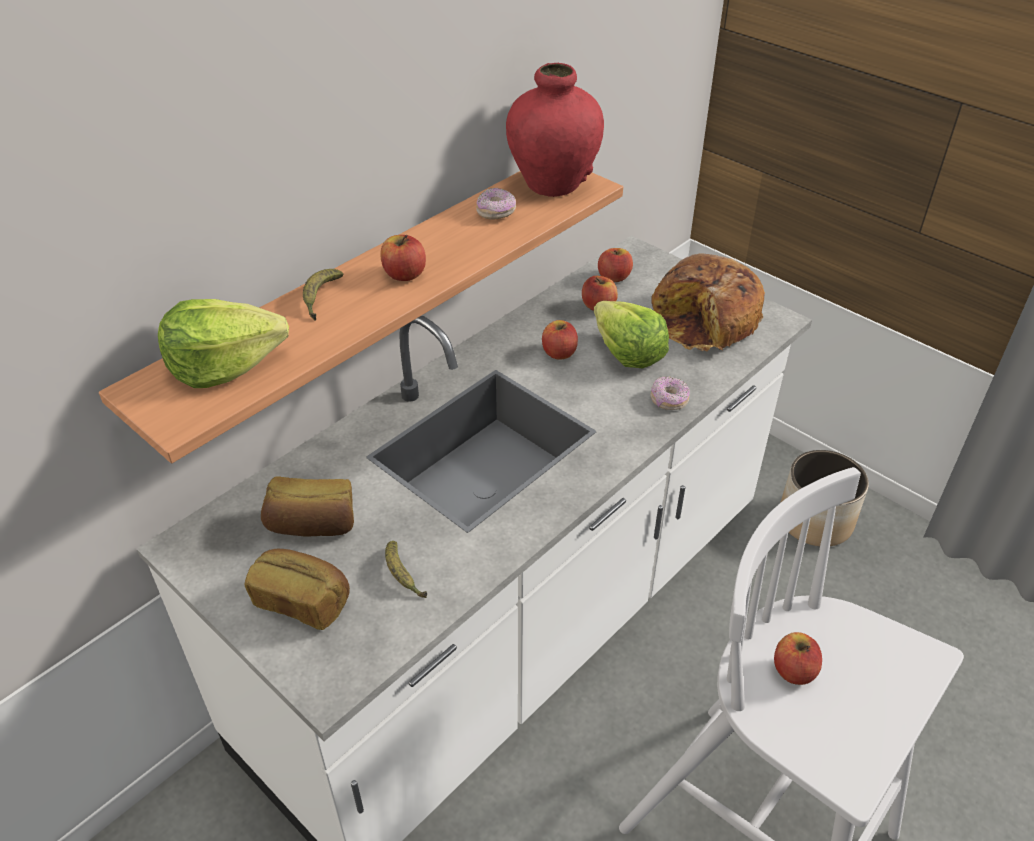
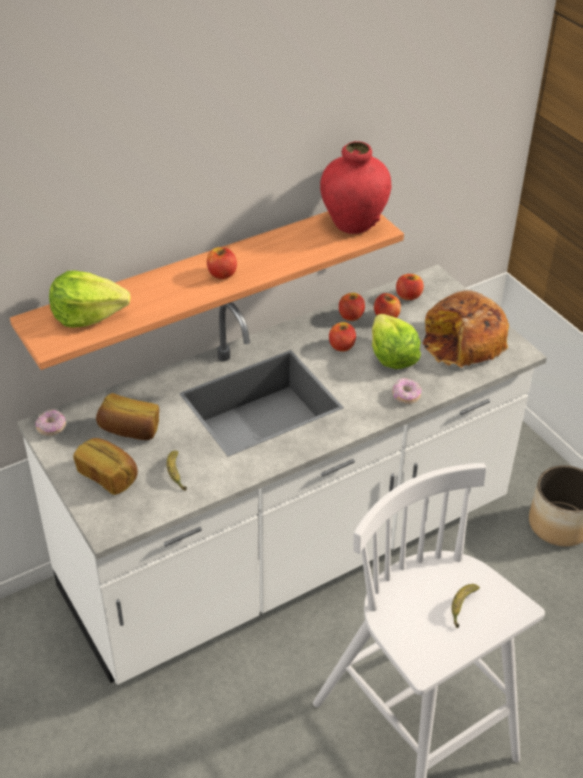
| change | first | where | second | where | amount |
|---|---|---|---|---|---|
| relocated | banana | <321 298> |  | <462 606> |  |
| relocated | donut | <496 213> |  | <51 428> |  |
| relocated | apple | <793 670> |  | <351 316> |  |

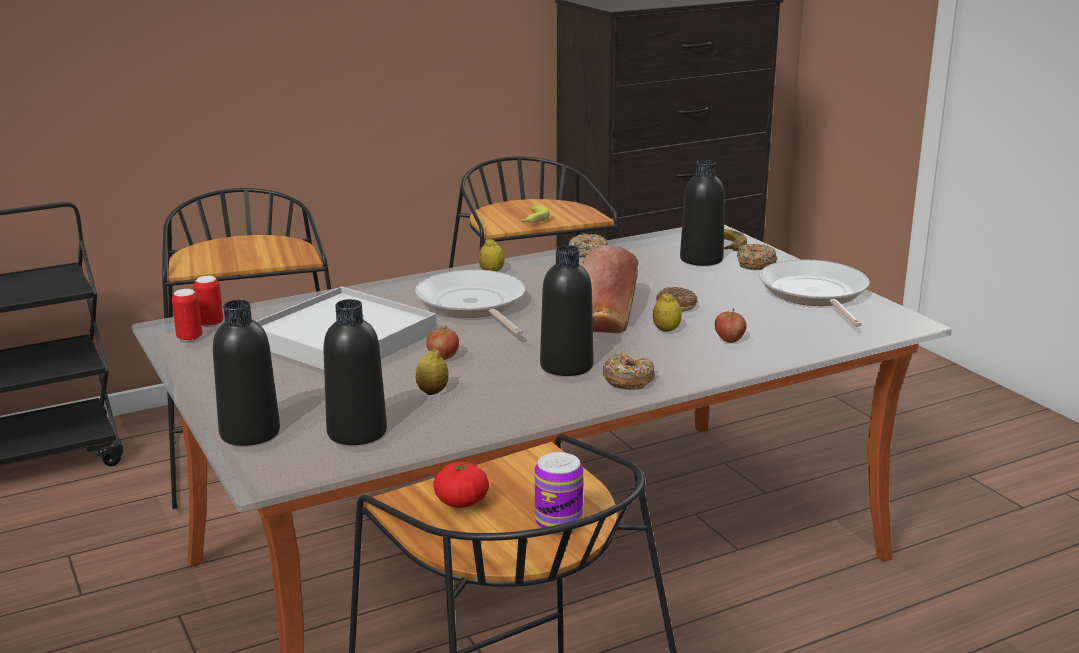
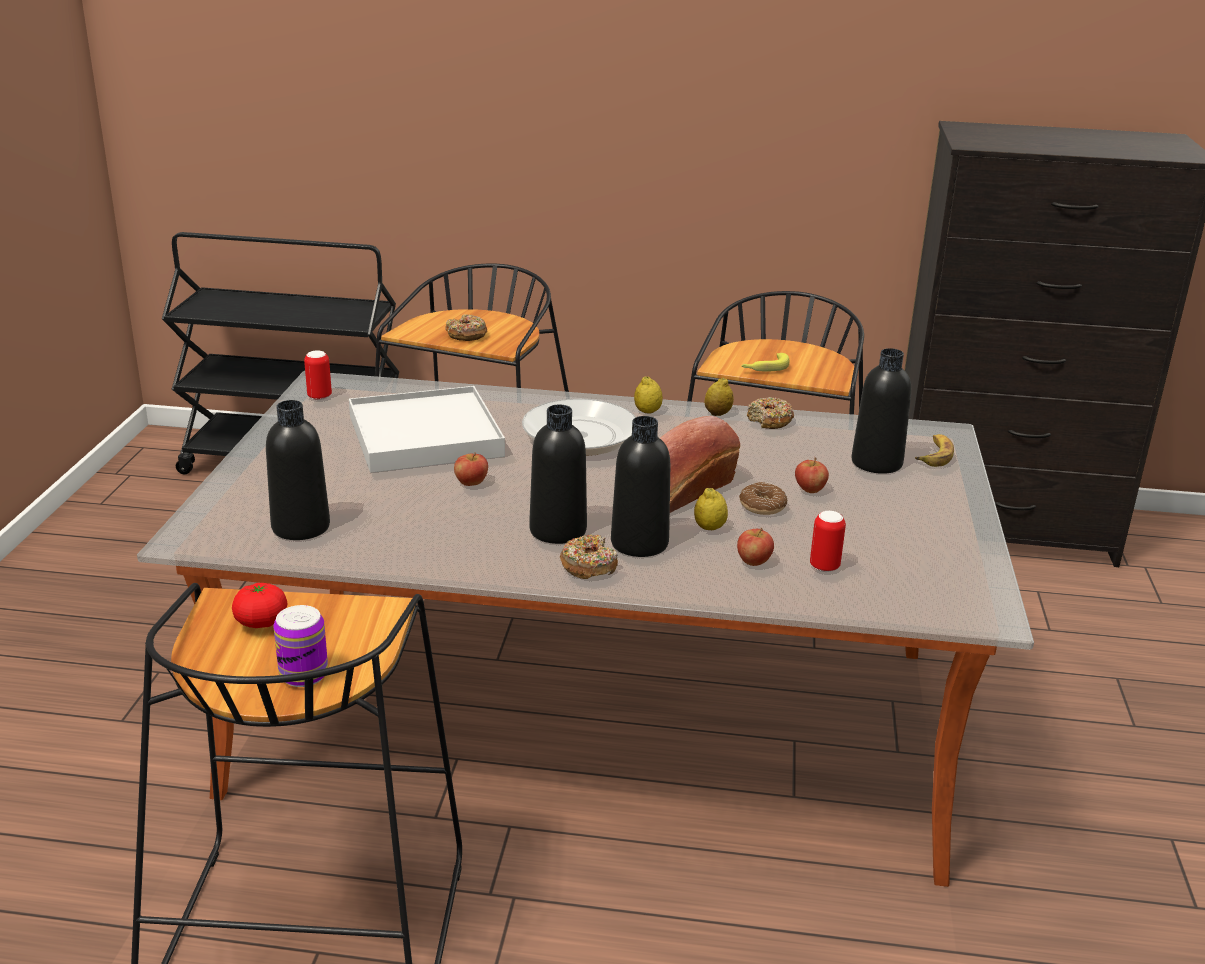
| change | first | where | second | where | amount |
|---|---|---|---|---|---|
| missing | frying pan | <815 294> |  |  |  |
| appeared |  |  | apple | <809 490> |  |
| relocated | can | <210 324> |  | <824 567> |  |
| relocated | black bottle | <250 433> |  | <639 543> |  |
| relocated | lemon | <432 392> |  | <717 414> |  |
| relocated | donut | <755 264> |  | <466 335> |  |

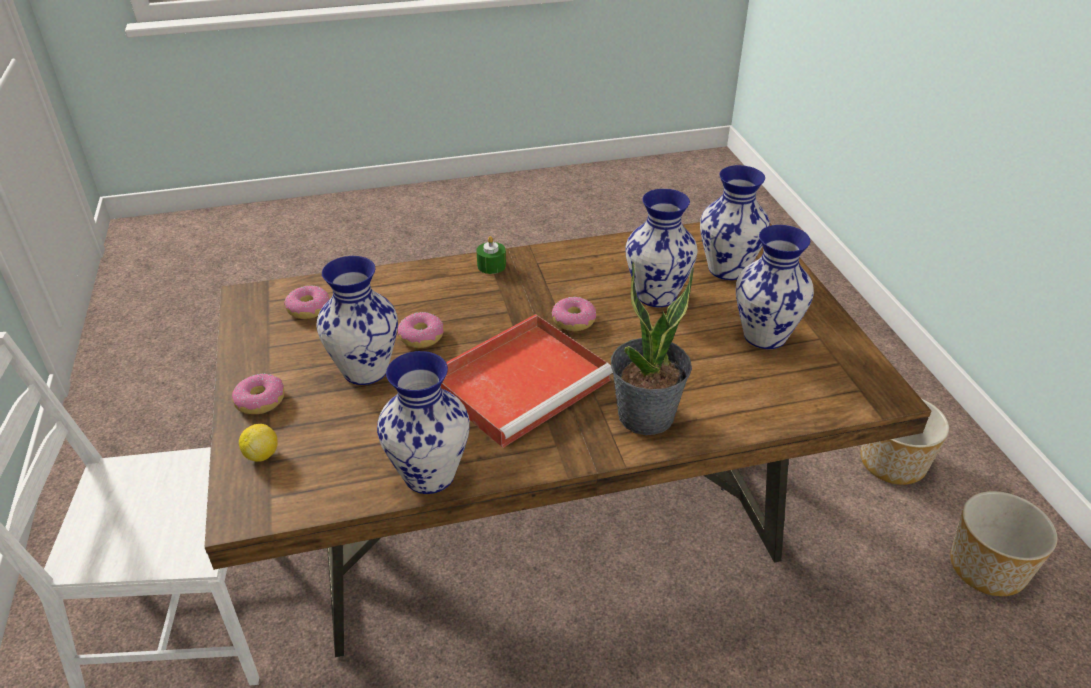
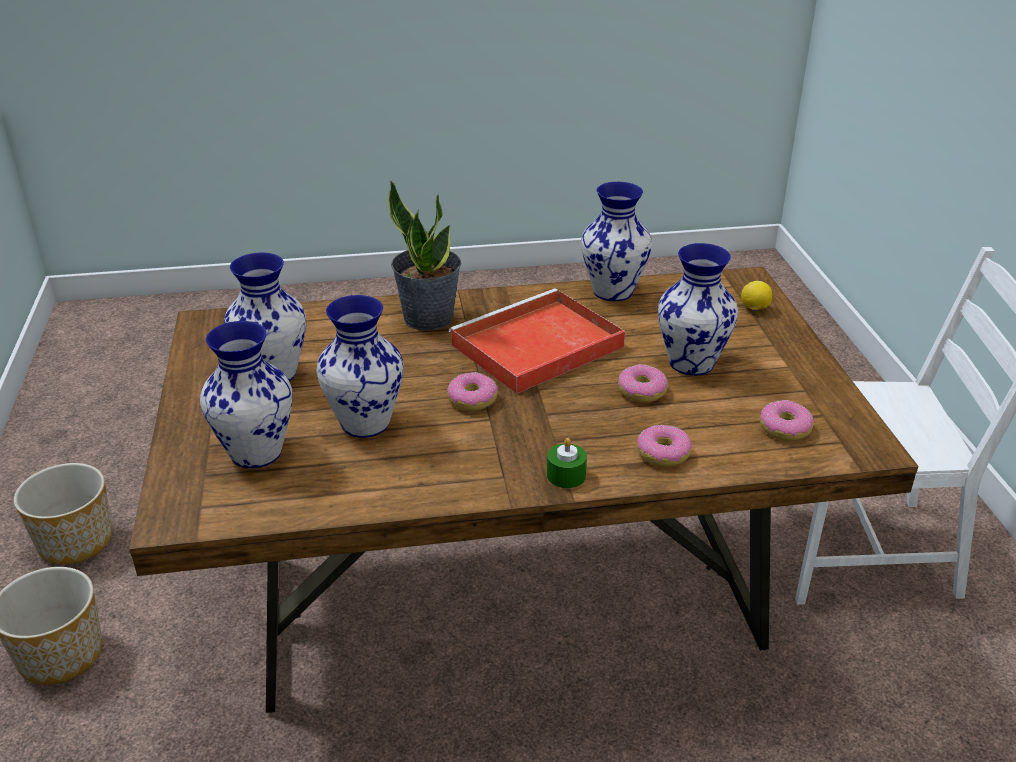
| change | first | where | second | where | amount |
|---|---|---|---|---|---|
| relocated | donut | <260 400> |  | <663 454> |  |

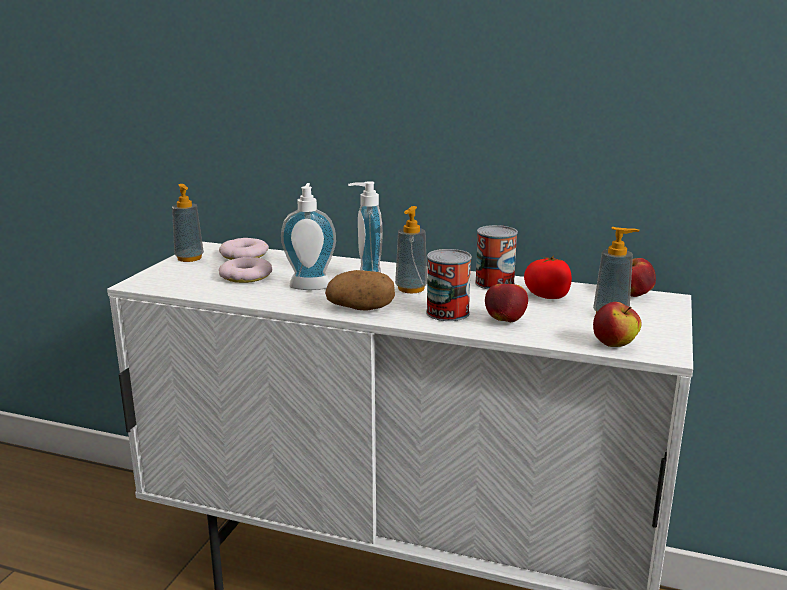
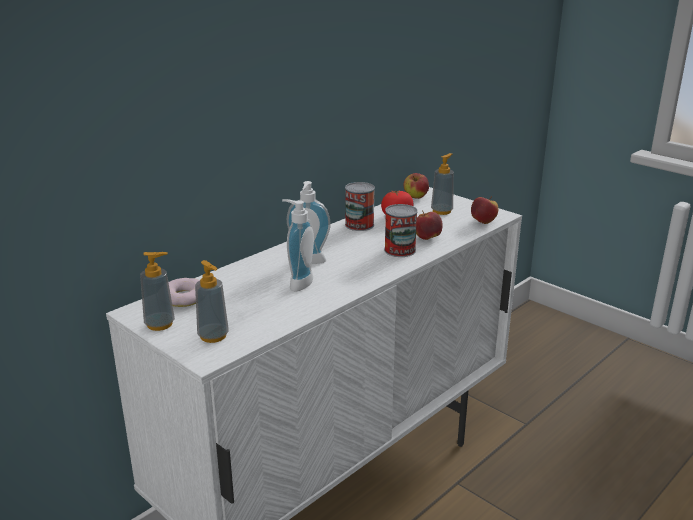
| change | first | where | second | where | amount |
|---|---|---|---|---|---|
| missing | donut | <246 276> |  |  |  |
| missing | potato | <361 308> |  |  |  |
| relocated | soap dispenser | <411 289> |  | <213 336> |  |

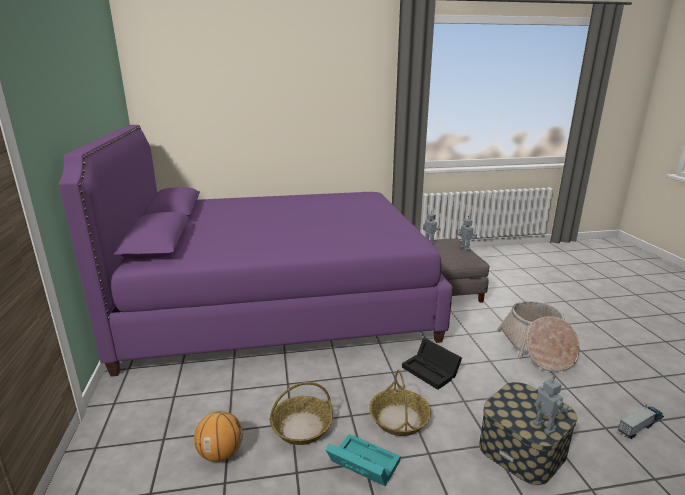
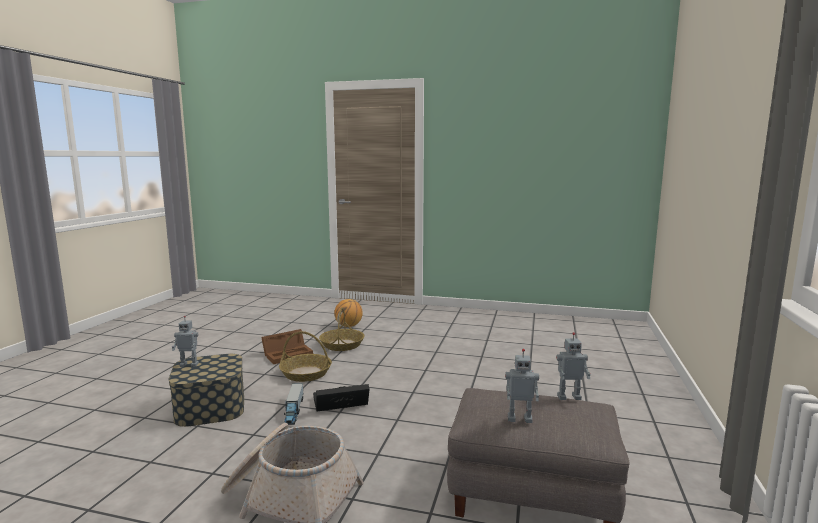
| change | first | where | second | where | amount |
|---|---|---|---|---|---|
| missing | purple bed | <279 302> |  |  |  |
| relocated | toy truck | <640 426> |  | <294 411> |  |
| colour | turquoise storage box | <361 465> | brown storage box | <288 354> |  |

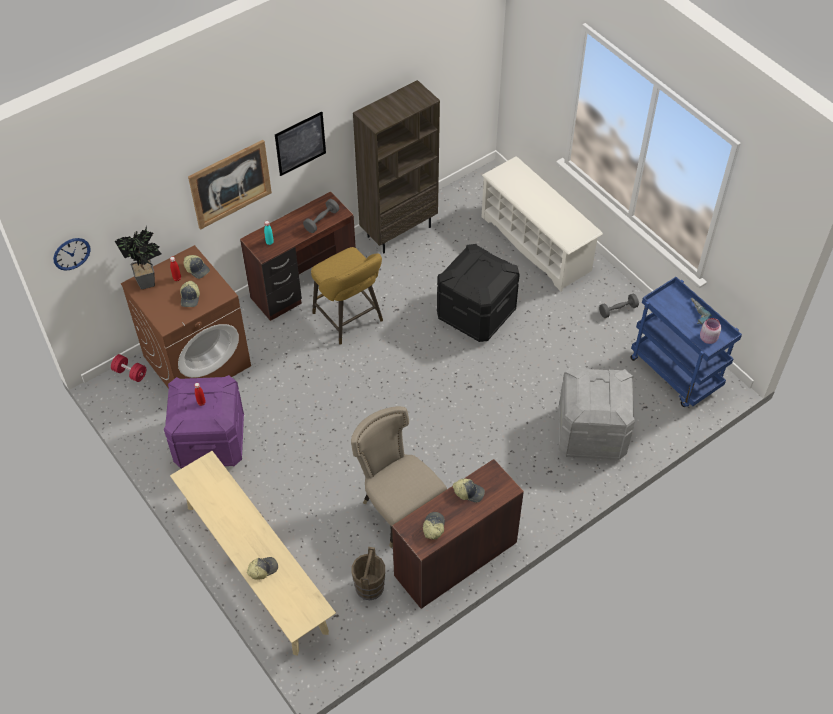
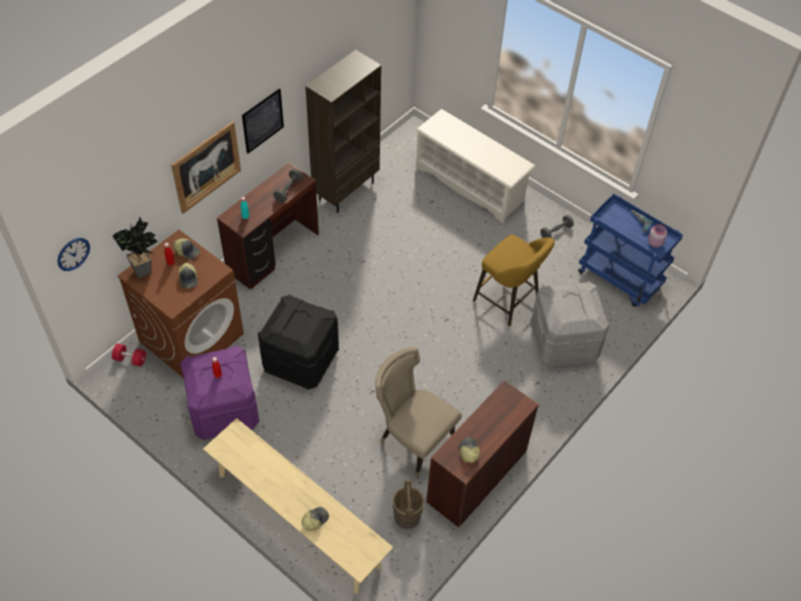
| change | first | where | second | where | amount |
|---|---|---|---|---|---|
| missing | cap | <469 492> |  |  |  |
| relocated | yellow stool | <350 319> |  | <509 301> |  |
| relocated | black storage box | <476 314> |  | <301 360> |  |

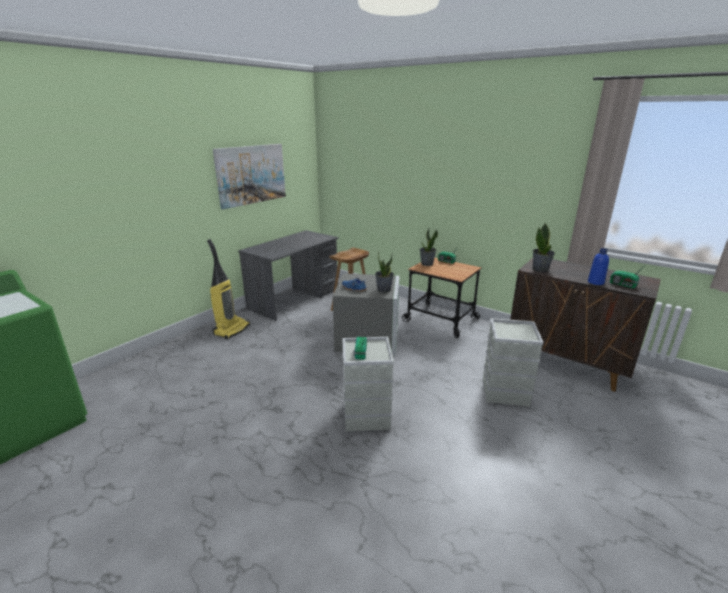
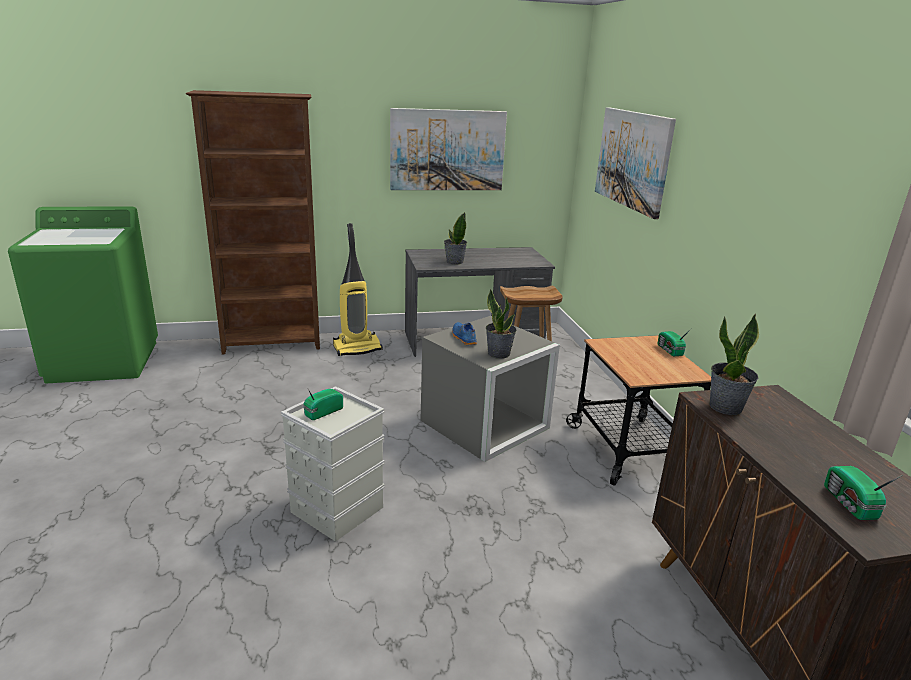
| change | first | where | second | where | amount |
|---|---|---|---|---|---|
| missing | grey storage box | <505 392> |  |  |  |
| missing | blue bottle | <595 282> |  |  |  |
| appeared |  |  | brown bookcase | <273 344> |  |
| appeared |  |  | picture | <632 159> |  |
| relocated | potted plant | <427 264> |  | <454 262> |  |

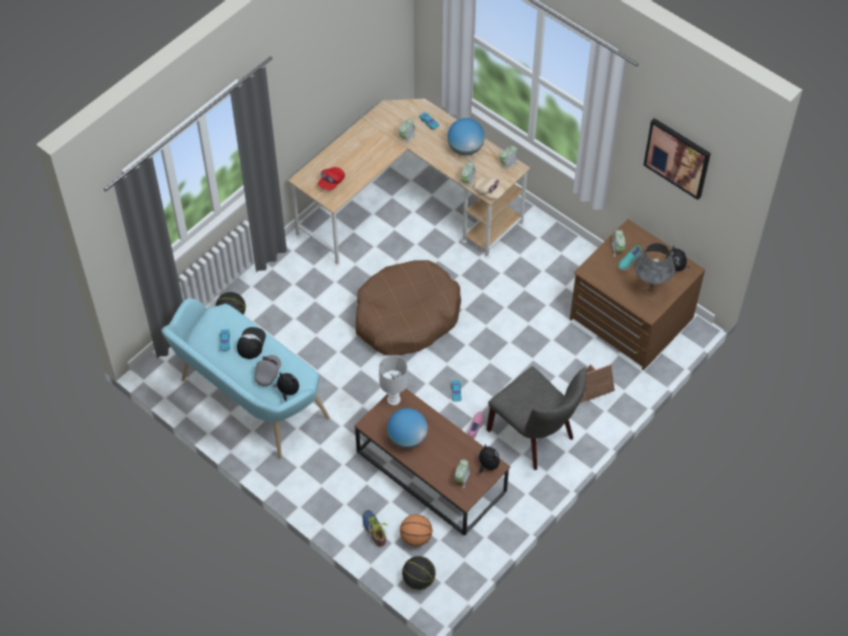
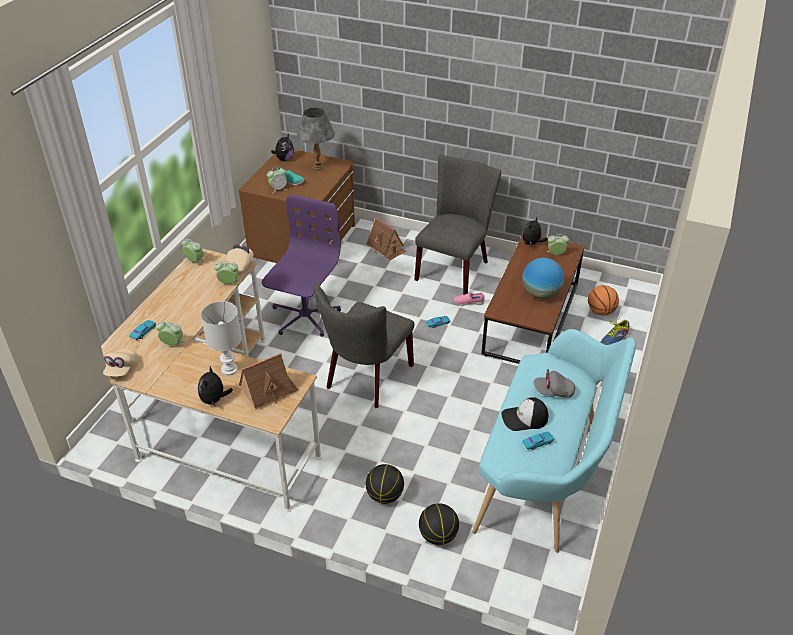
| change | first | where | second | where | amount |
|---|---|---|---|---|---|
| missing | globe | <465 148> |  |  |  |
| missing | picture | <677 157> |  |  |  |
| appeared |  |  | beige cap | <121 369> |  |
| appeared |  |  | purple office chair | <304 316> |  |
| relocated | plush toy | <288 392> |  | <214 400> |  |
| relocated | white table lamp | <394 400> |  | <229 369> |  |
| relocated | basketball | <418 579> |  | <384 495> |  |
| exchanged | red cap | <331 182> | toy house | <269 390> |  |
| exchanged | brown dog bed | <406 316> | grey chair | <366 379> |  |

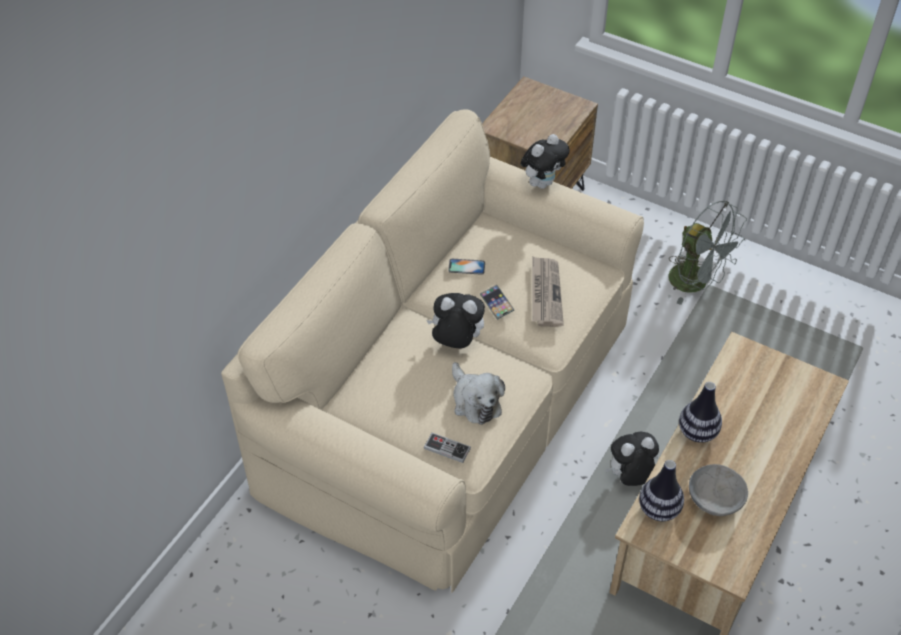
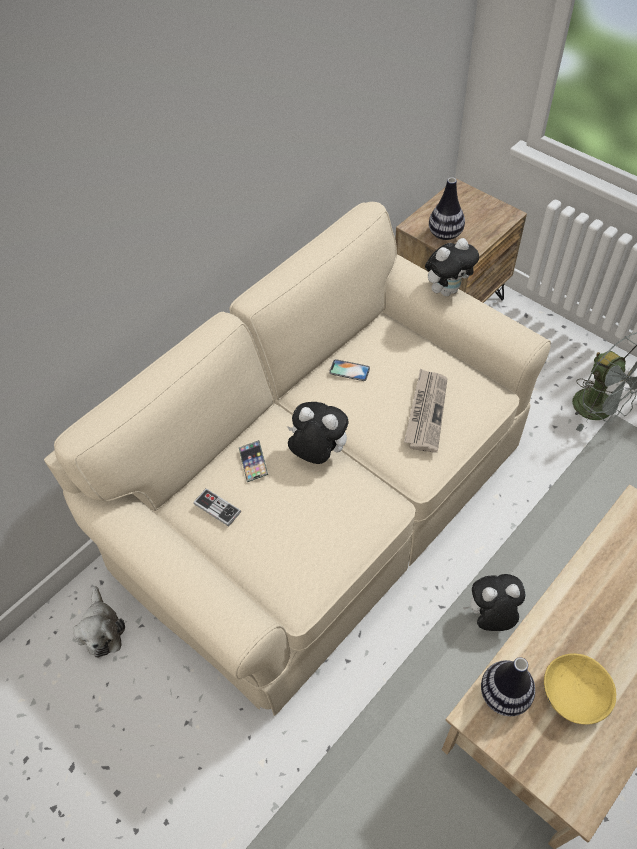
| change | first | where | second | where | amount |
|---|---|---|---|---|---|
| relocated | game controller | <447 448> |  | <217 508> |  |
| relocated | plush toy | <475 401> |  | <102 629> |  |
| relocated | phone | <496 304> |  | <253 462> |  |
| relocated | vase | <697 432> |  | <445 234> |  |
| colour | grey bowl | <714 499> | yellow bowl | <573 693> |  |

